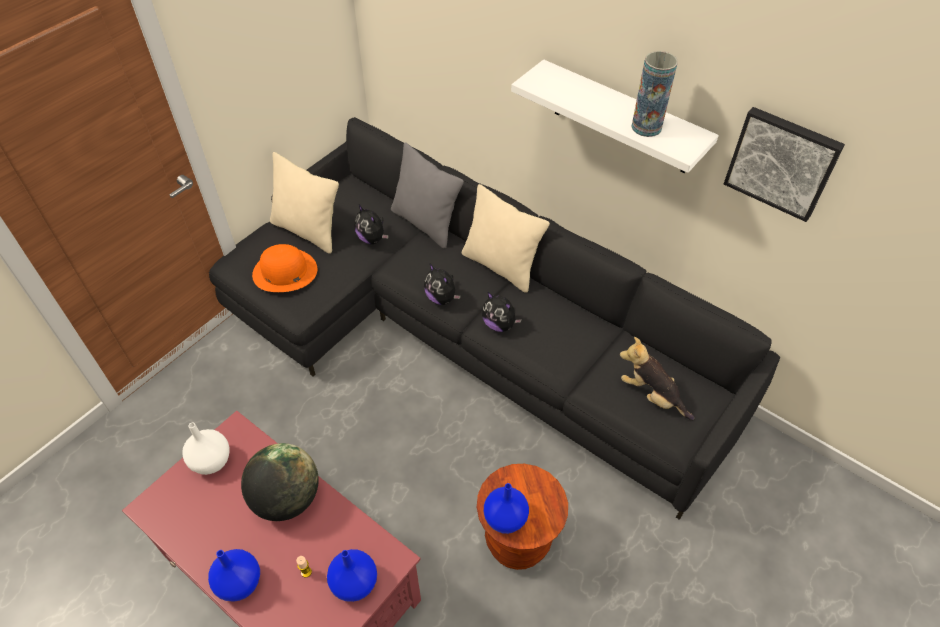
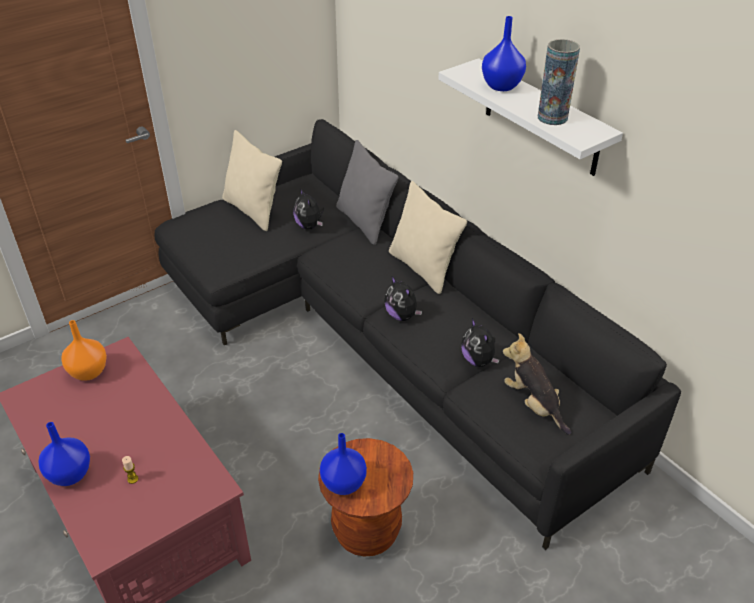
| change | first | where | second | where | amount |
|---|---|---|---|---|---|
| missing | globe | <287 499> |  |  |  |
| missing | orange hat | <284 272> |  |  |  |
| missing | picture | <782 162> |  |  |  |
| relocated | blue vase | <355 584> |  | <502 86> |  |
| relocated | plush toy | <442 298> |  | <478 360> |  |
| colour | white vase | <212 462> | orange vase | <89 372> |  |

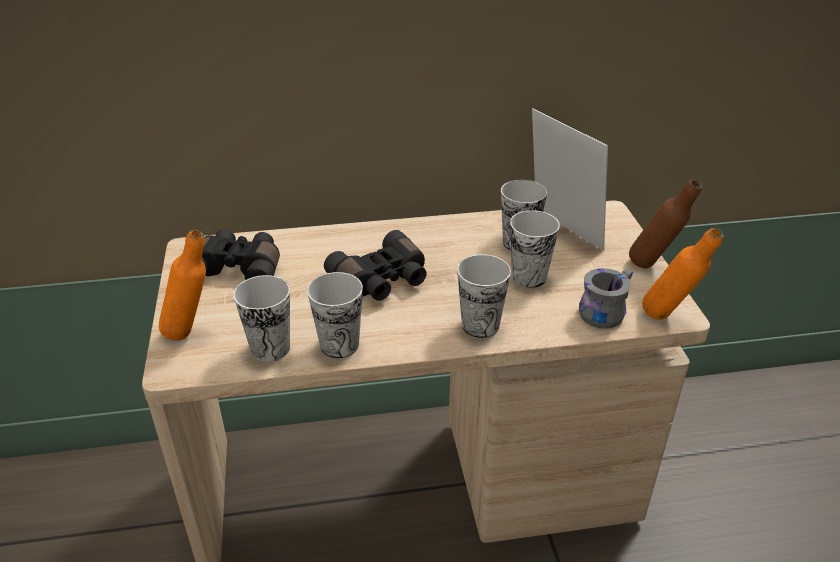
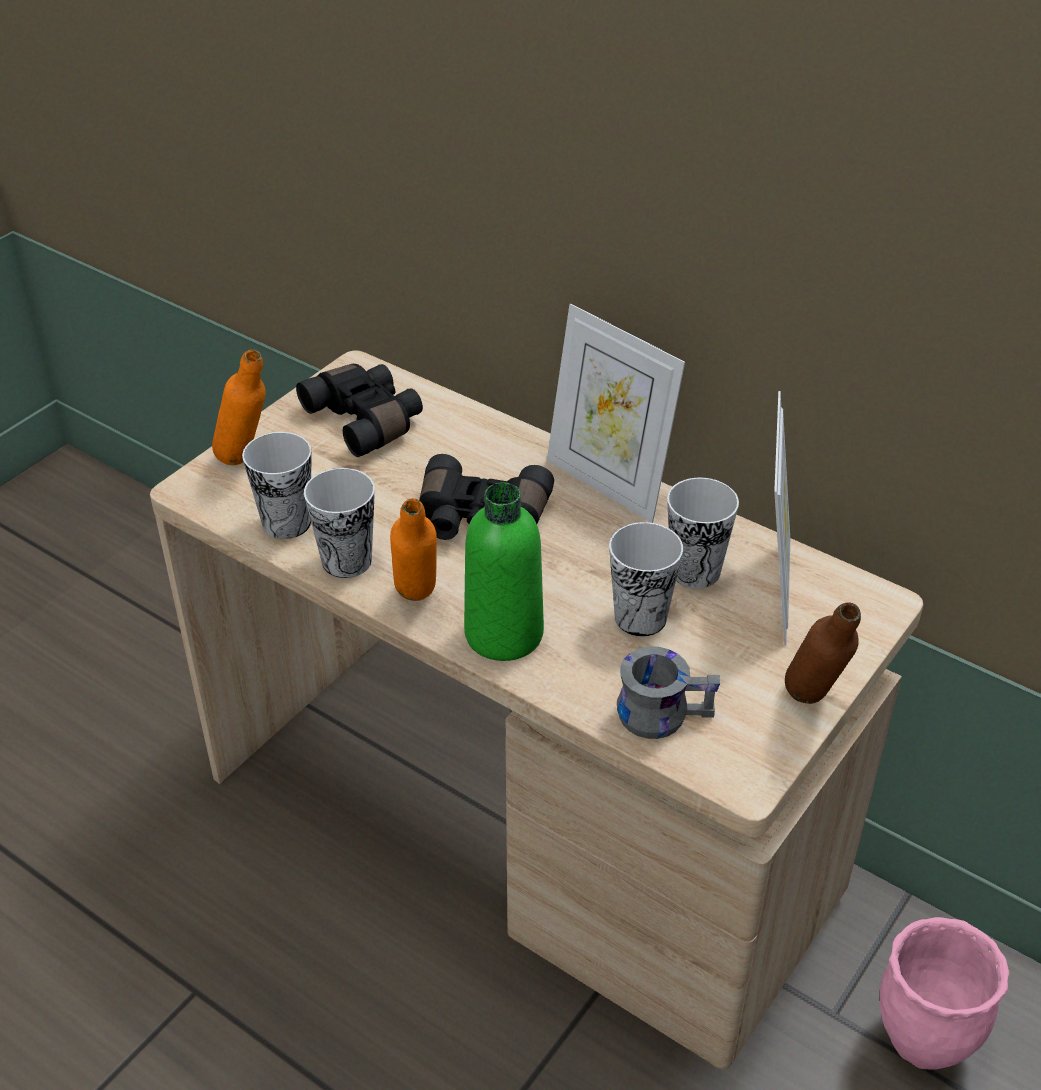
| change | first | where | second | where | amount |
|---|---|---|---|---|---|
| appeared |  |  | picture frame | <608 484> |  |
| appeared |  |  | pink planter | <923 1039> |  |
| relocated | orange bottle | <668 319> |  | <417 604> |  |
| exchanged | cup | <480 325> | green bottle | <504 634> |  |

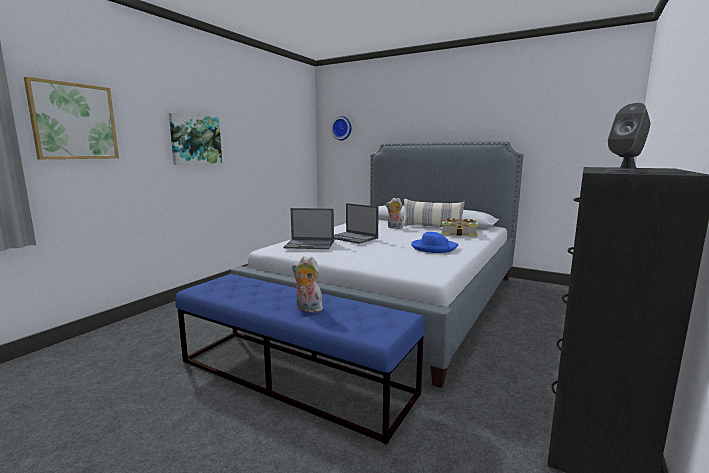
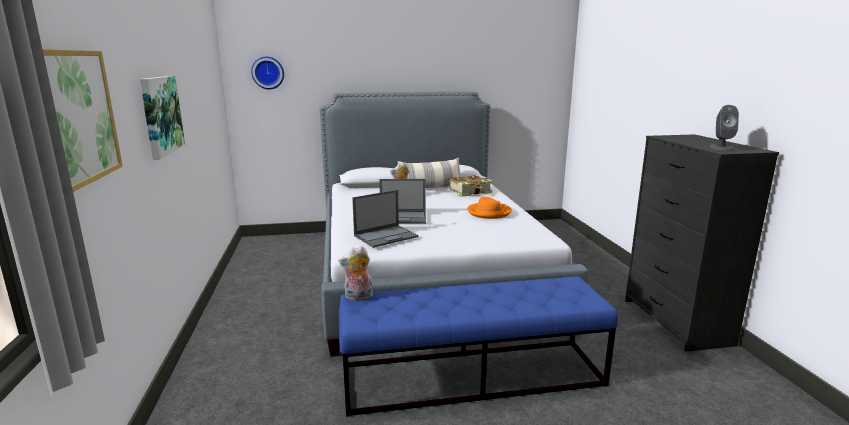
| change | first | where | second | where | amount |
|---|---|---|---|---|---|
| relocated | plush toy | <307 309> |  | <358 297> |  |
| colour | blue hat | <433 248> | orange hat | <489 212> |  |

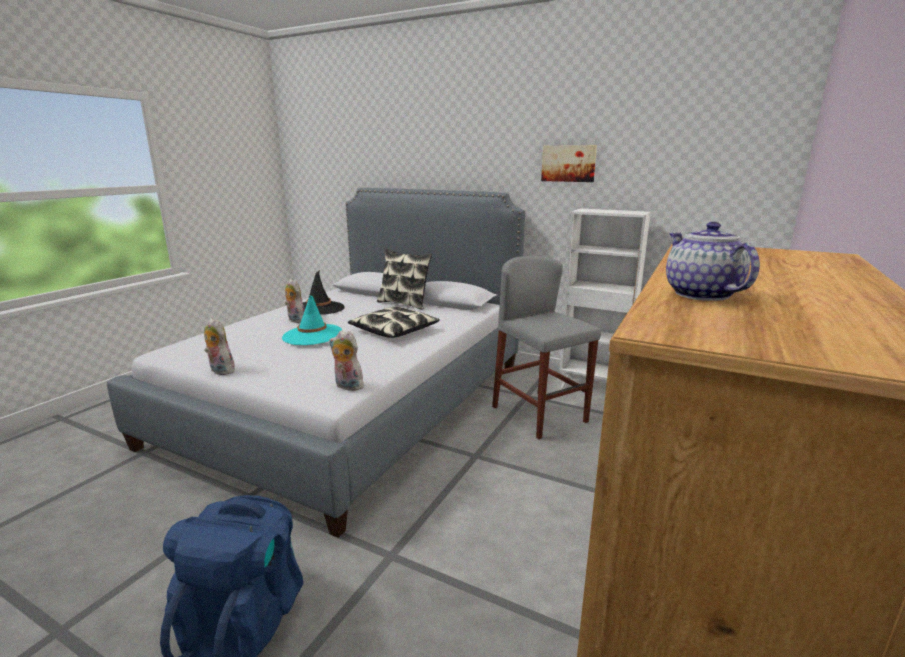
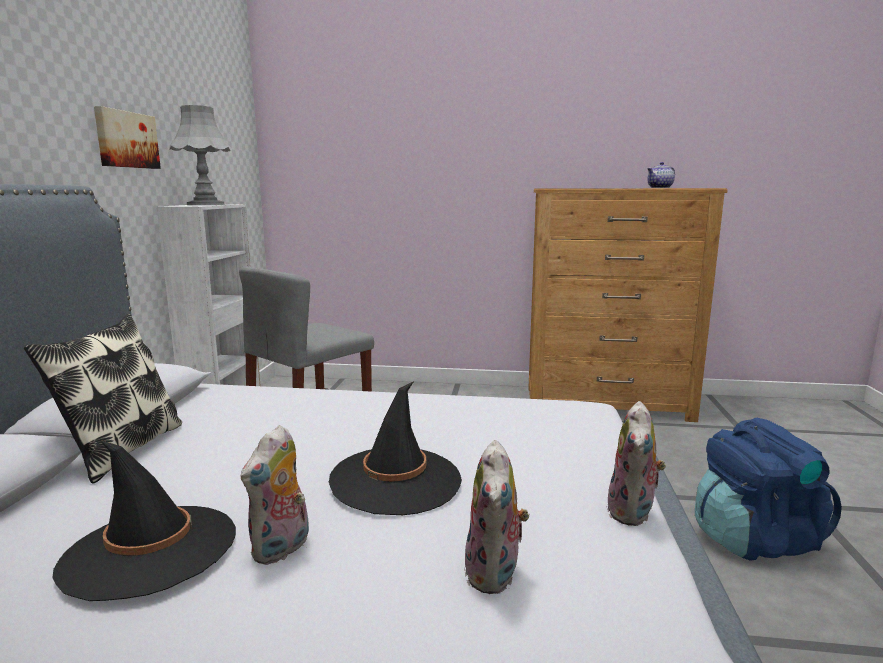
| change | first | where | second | where | amount |
|---|---|---|---|---|---|
| missing | pillow | <394 331> |  |  |  |
| appeared |  |  | grey table lamp | <206 204> |  |
| relocated | plush toy | <347 386> |  | <495 574> |  |
| colour | turquoise hat | <312 335> | black hat | <396 480> |  |

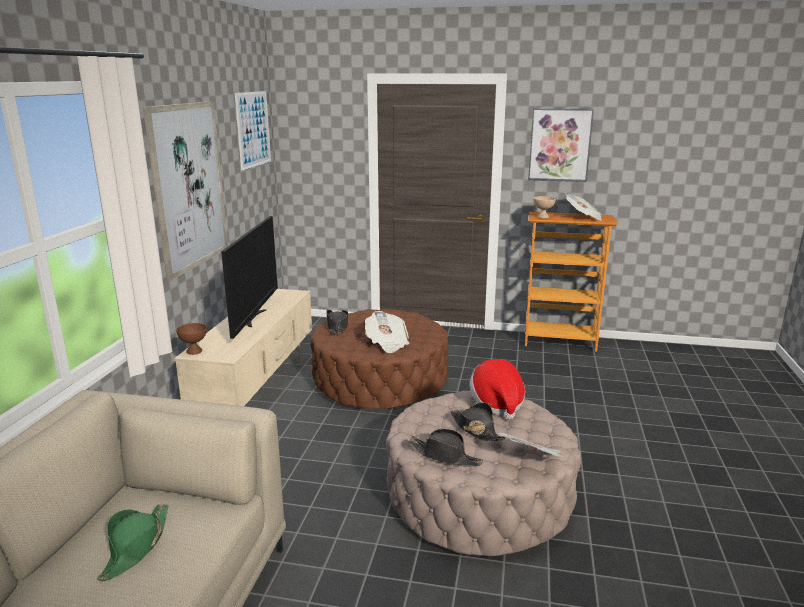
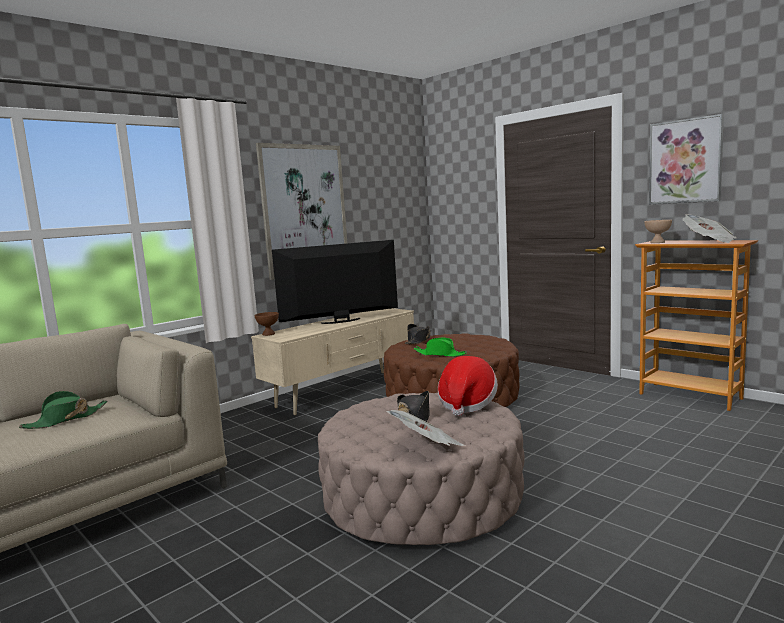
| change | first | where | second | where | amount |
|---|---|---|---|---|---|
| missing | picture | <253 129> |  |  |  |
| missing | black hat | <445 456> |  |  |  |
| exchanged | newspaper | <387 343> | green hat | <440 354> |  |
| spun | television | <254 318> |  | <341 321> | 150 degrees counterclockwise |

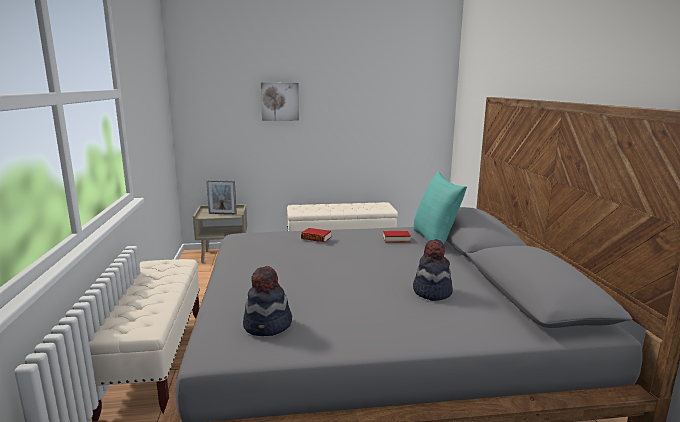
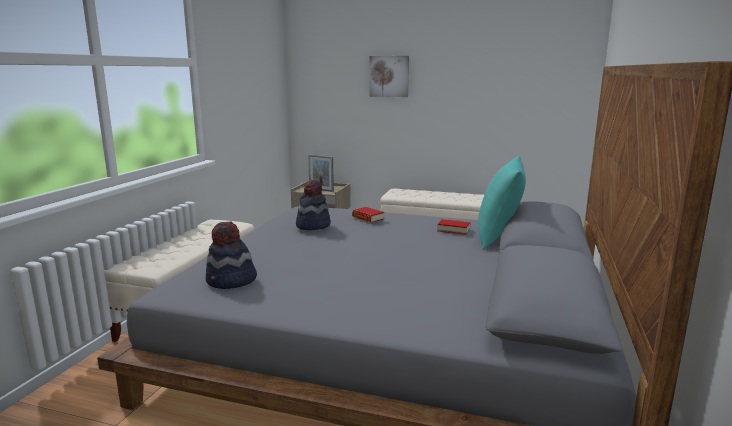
| change | first | where | second | where | amount |
|---|---|---|---|---|---|
| relocated | hat | <431 292> |  | <312 225> |  |

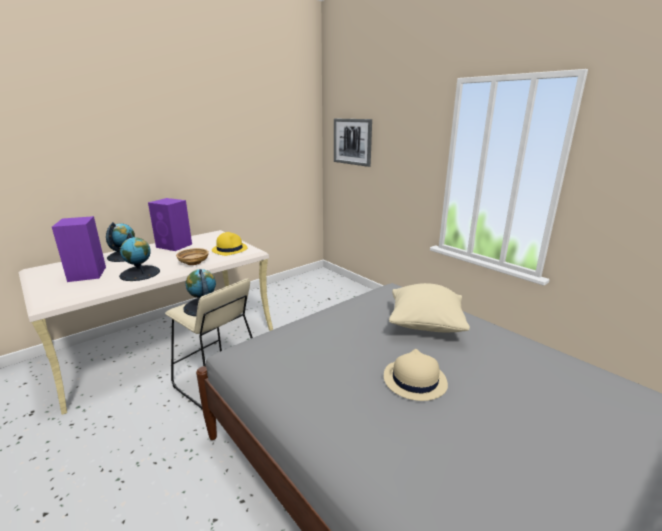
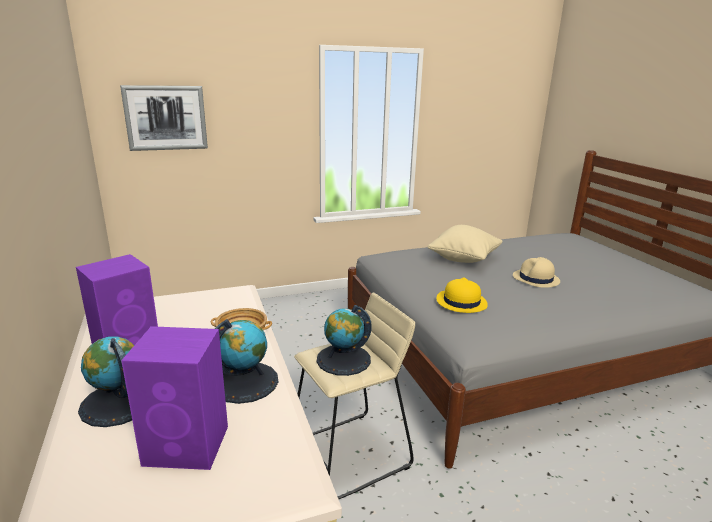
| change | first | where | second | where | amount |
|---|---|---|---|---|---|
| relocated | yellow hat | <229 249> |  | <461 302> |  |

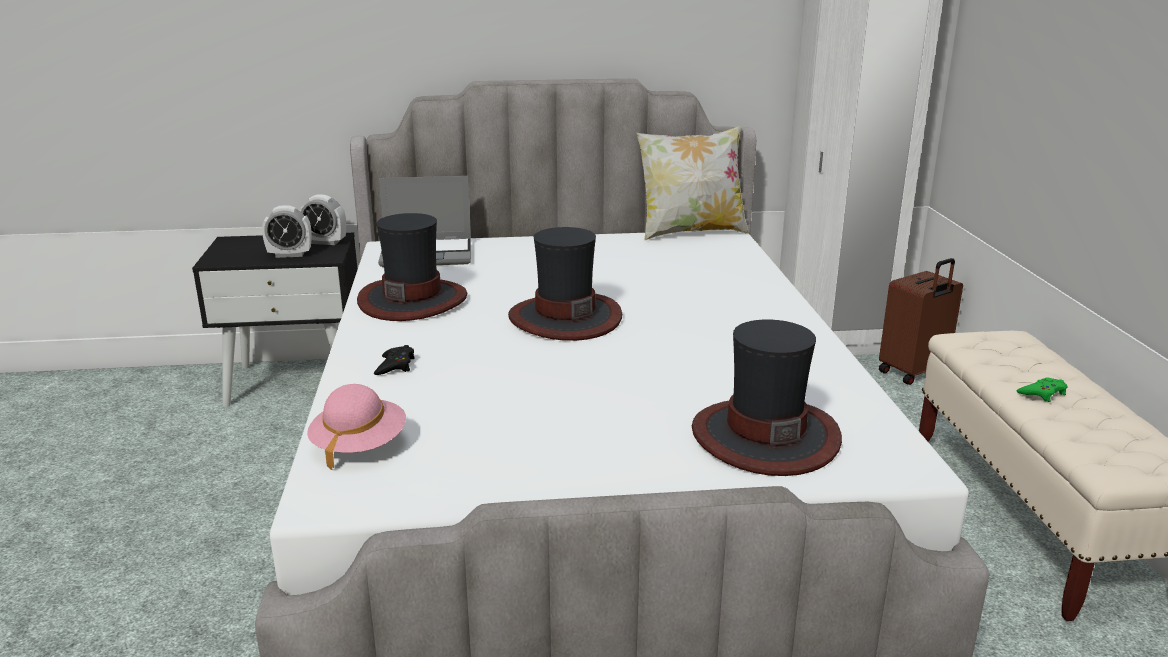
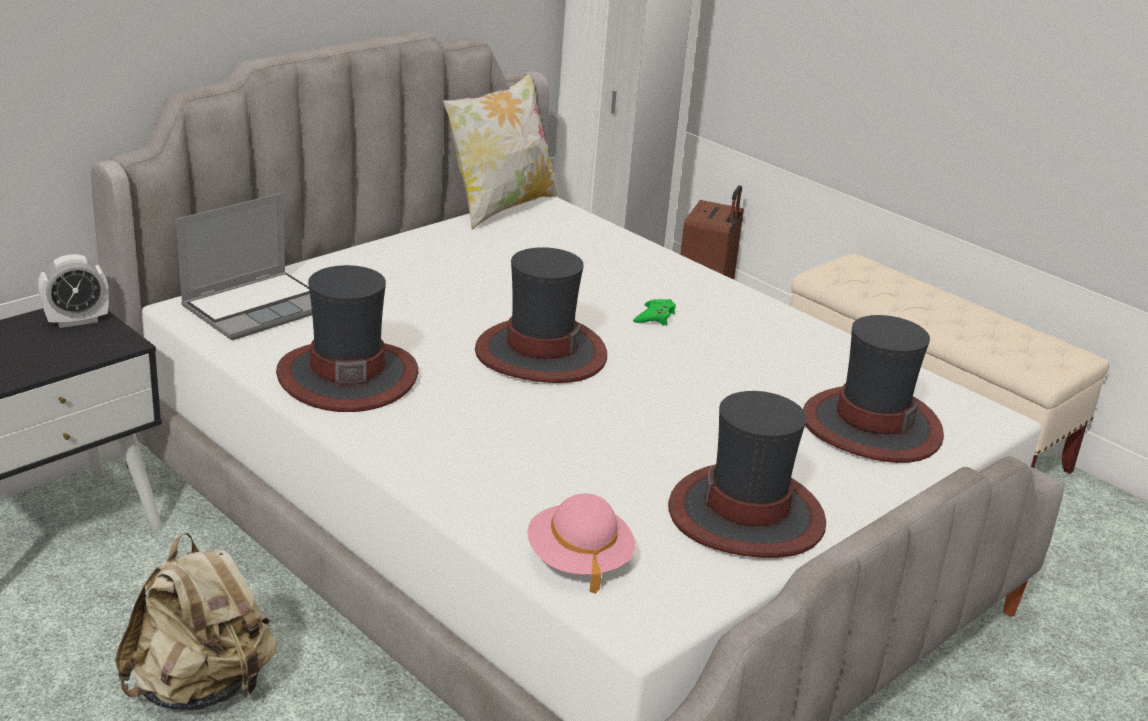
| change | first | where | second | where | amount |
|---|---|---|---|---|---|
| missing | alarm clock | <290 255> |  |  |  |
| missing | black game controller | <395 365> |  |  |  |
| appeared |  |  | beige backpack | <201 688> |  |
| appeared |  |  | hat | <747 515> |  |
| relocated | green game controller | <1042 393> |  | <655 317> |  |

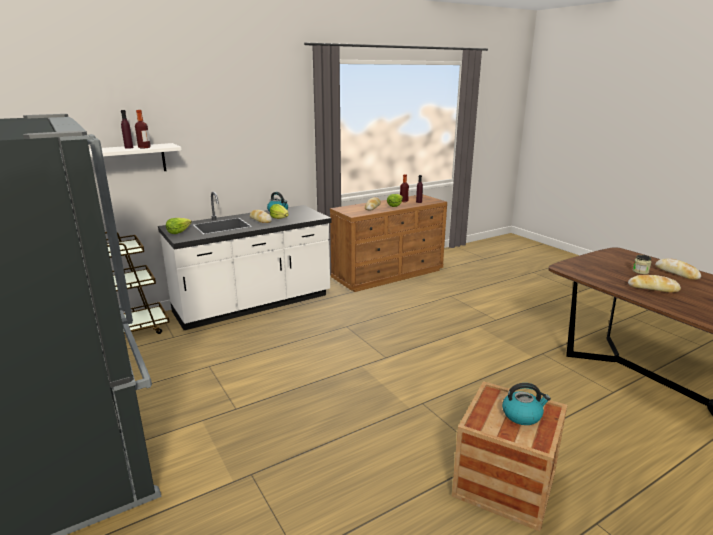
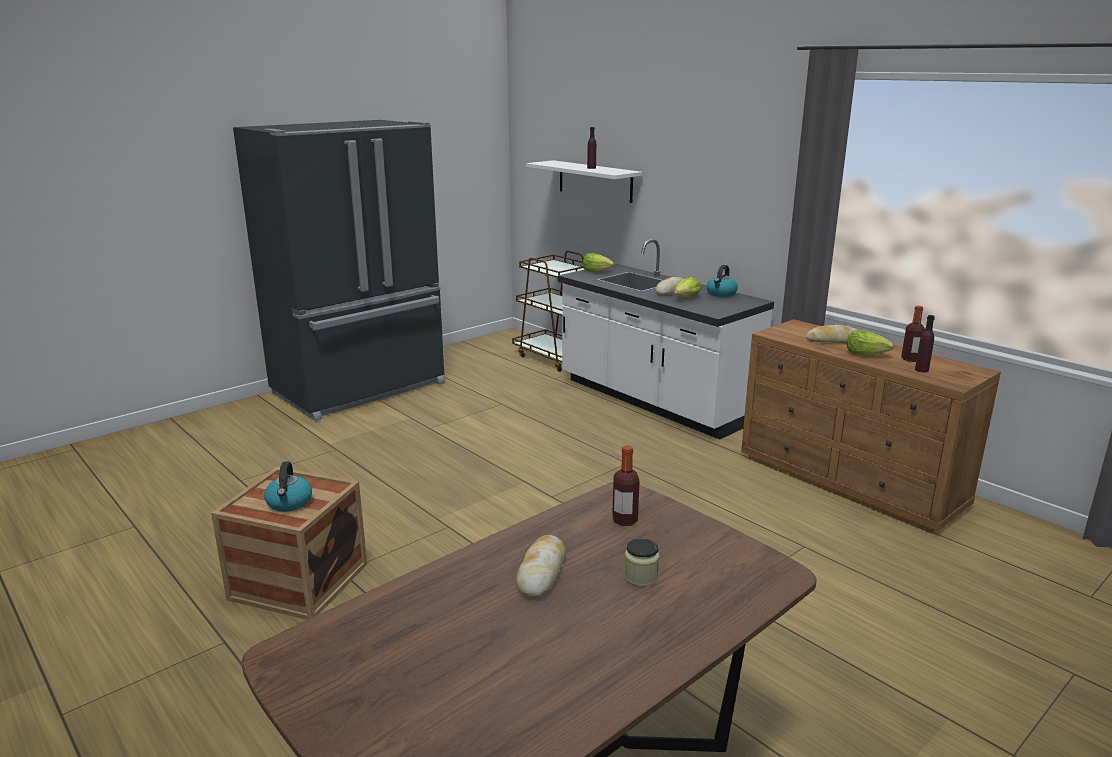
| change | first | where | second | where | amount |
|---|---|---|---|---|---|
| missing | bread | <676 273> |  |  |  |
| relocated | bottle | <144 147> |  | <624 520> |  |

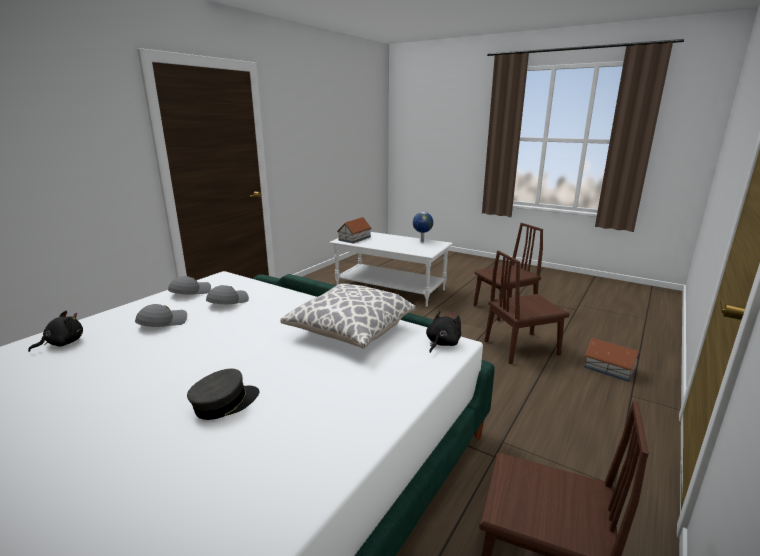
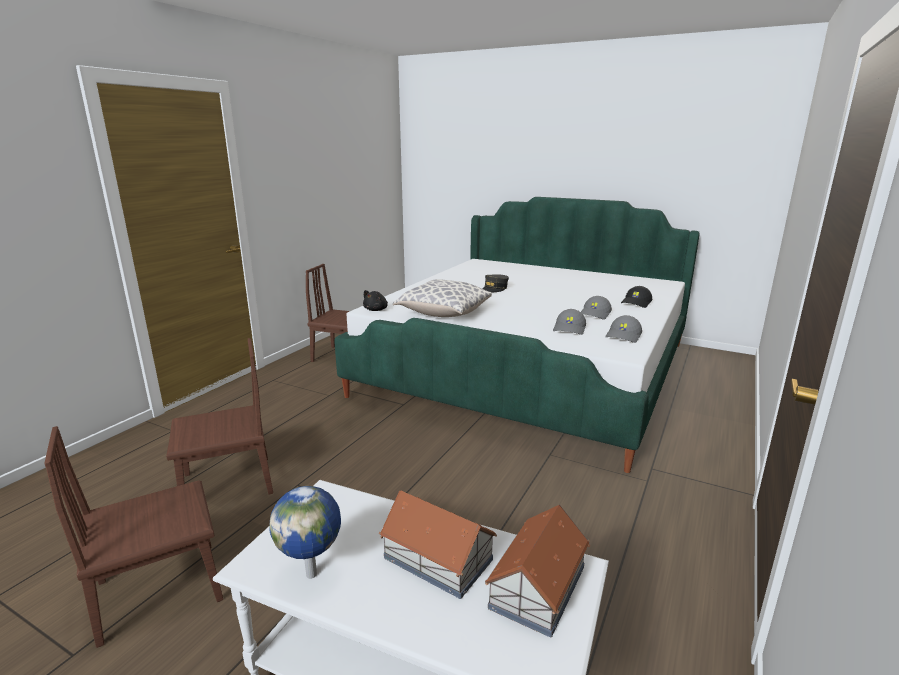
| change | first | where | second | where | amount |
|---|---|---|---|---|---|
| relocated | toy house | <608 368> |  | <438 559> |  |
| exchanged | black plush toy | <62 343> | black cap | <636 303> |  |

